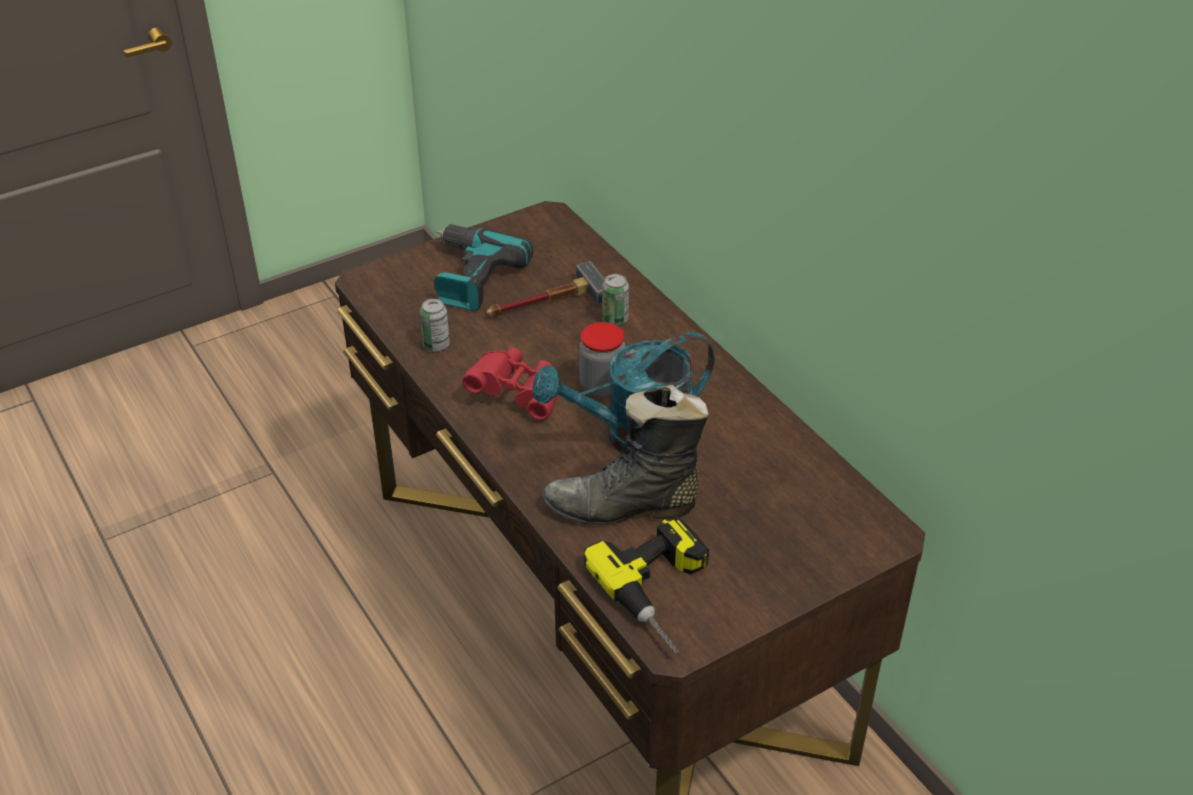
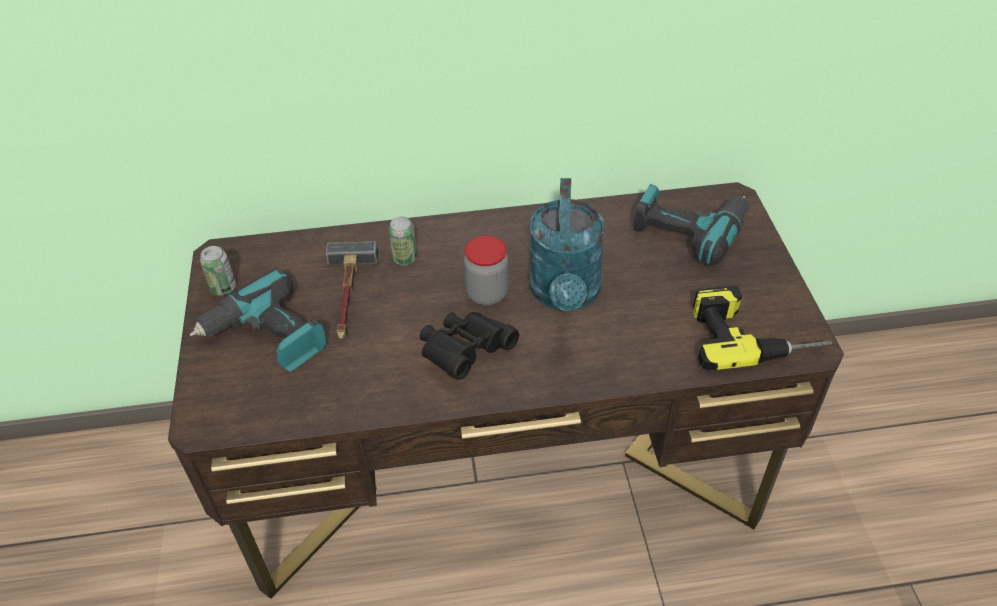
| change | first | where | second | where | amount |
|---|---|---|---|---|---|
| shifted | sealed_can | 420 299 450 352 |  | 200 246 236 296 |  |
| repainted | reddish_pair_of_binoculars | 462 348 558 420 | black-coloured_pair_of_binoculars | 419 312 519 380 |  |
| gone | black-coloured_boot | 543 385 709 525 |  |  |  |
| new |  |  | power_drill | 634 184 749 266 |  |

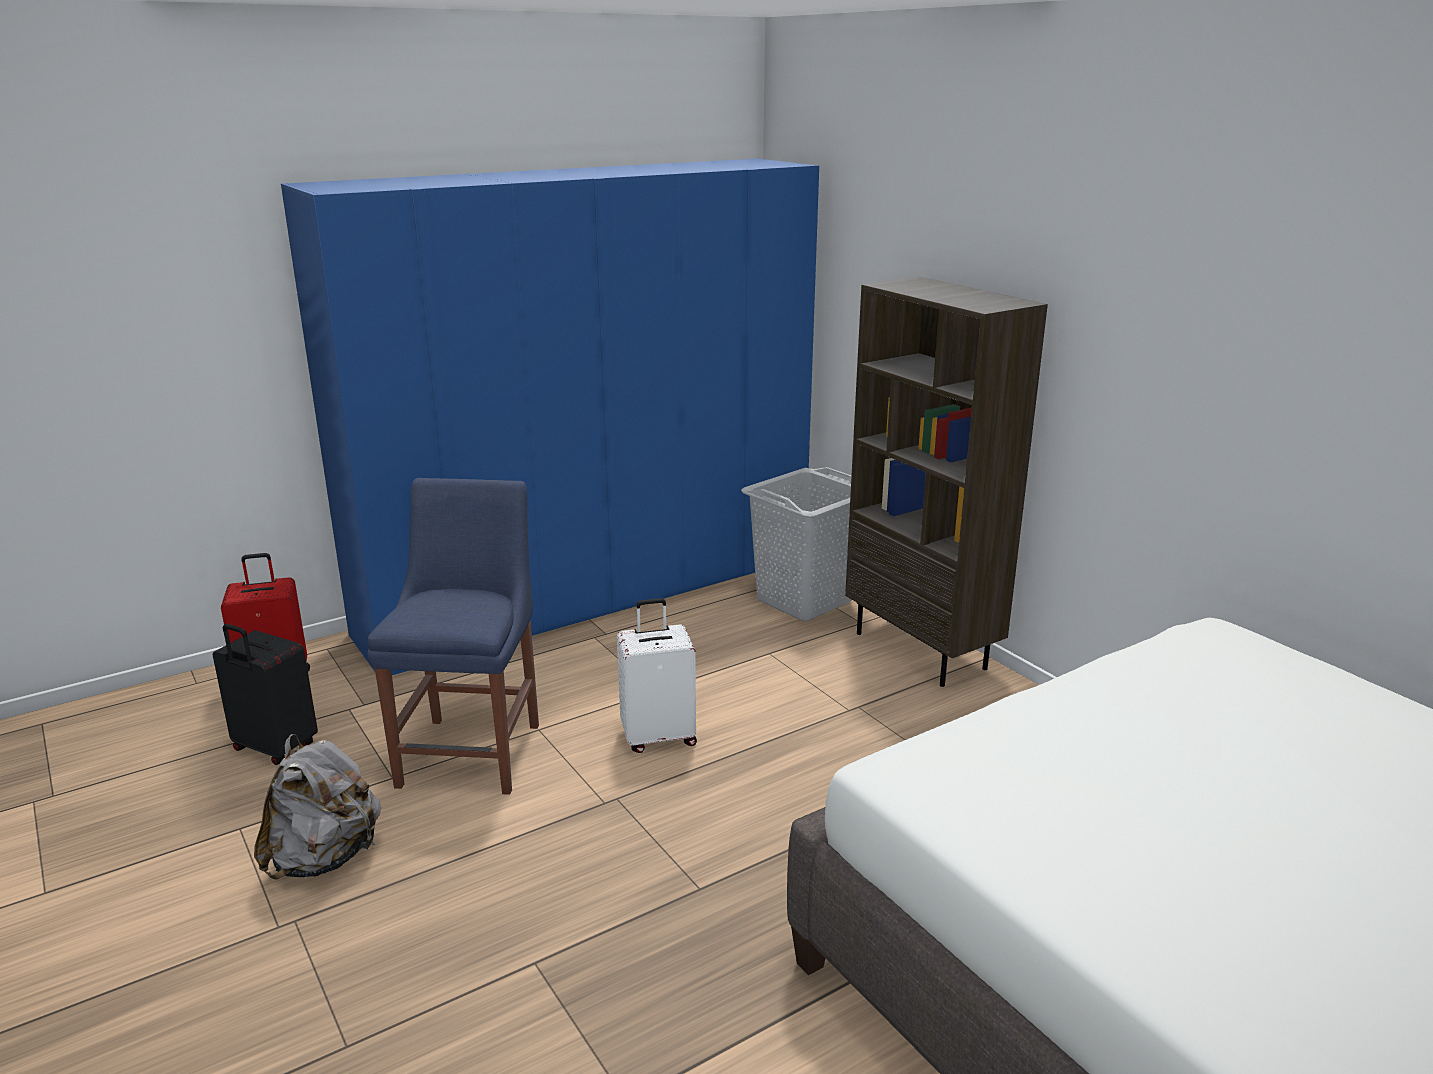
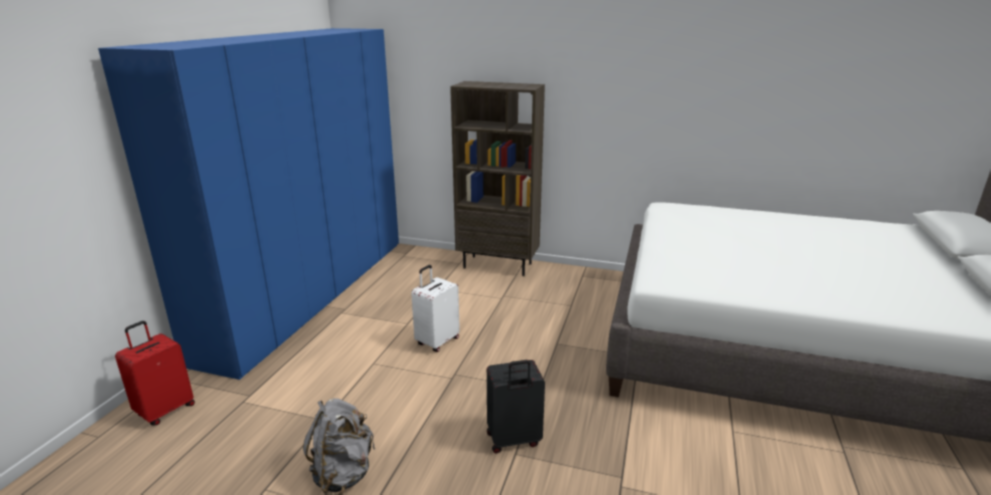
| change | first | where | second | where | amount |
|---|---|---|---|---|---|
| shifted | black-coloured_travel_case | 213 624 318 765 |  | 487 360 545 453 |  |
| gone | bluish_chair | 367 478 539 795 |  |  |  |
| gone | gray_laundry_basket | 741 467 852 621 |  |  |  |

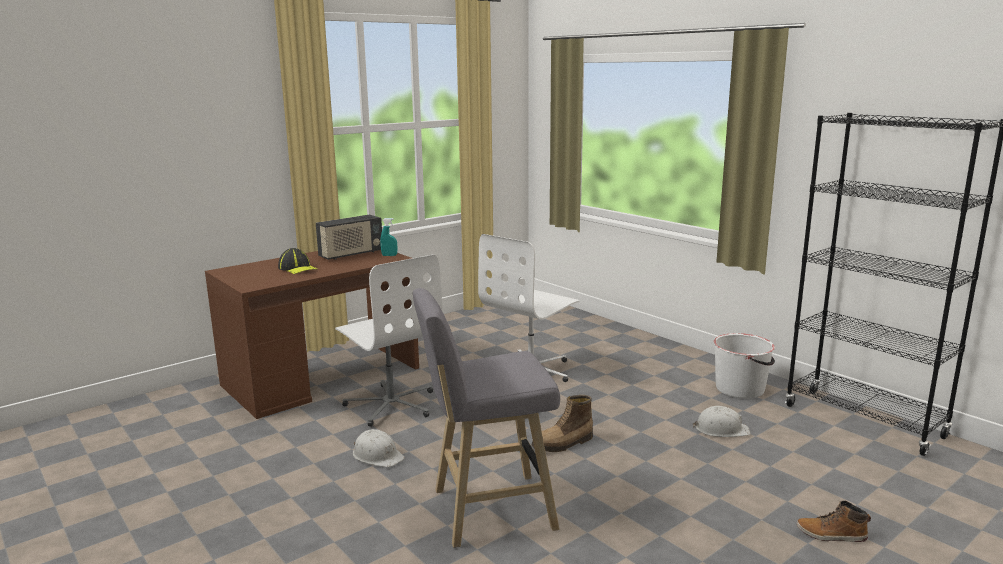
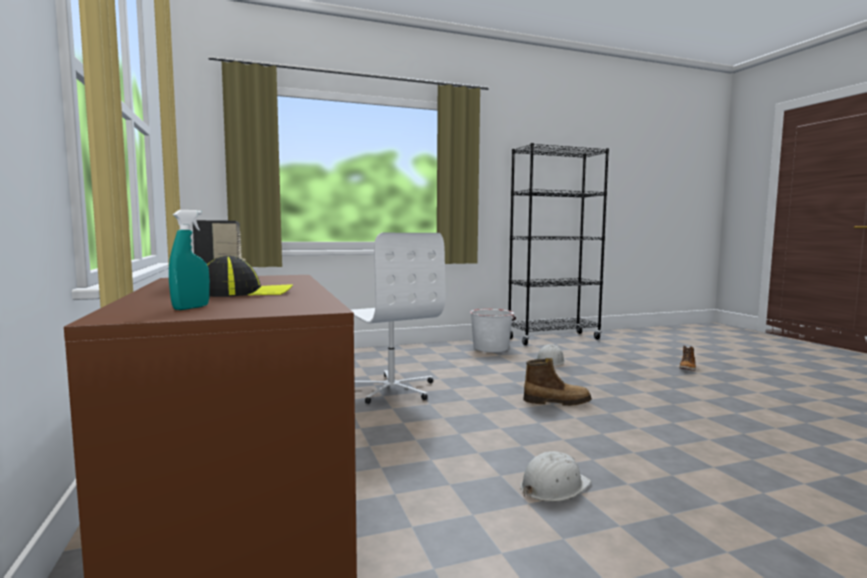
| change | first | where | second | where | amount |
|---|---|---|---|---|---|
| gone | whitish_desk_chair | 335 254 443 427 |  |  |  |
| shifted | turquoise_hand_sprayer | 380 218 397 256 |  | 169 210 210 310 |  |
| gone | gray_stool_seat | 413 288 560 548 |  |  |  |
| rotated | boot | 532 395 593 452 |  | 523 358 592 406 | 75 degrees counterclockwise |

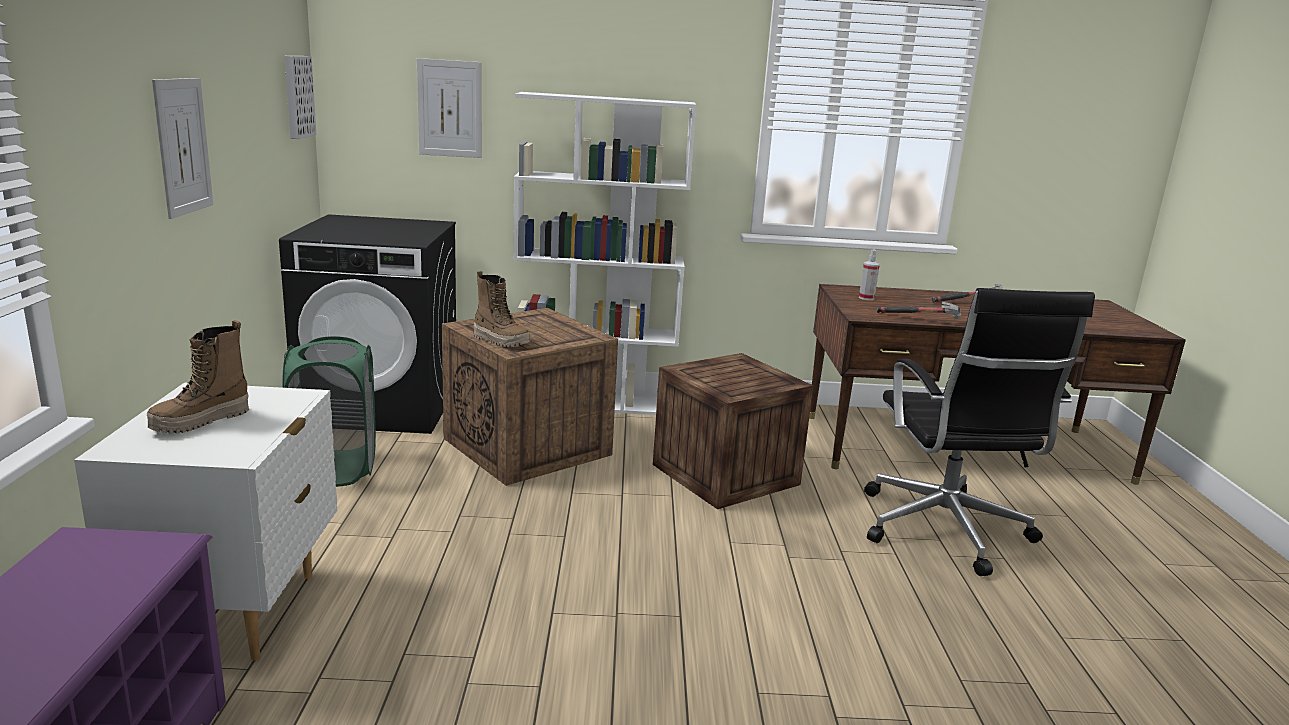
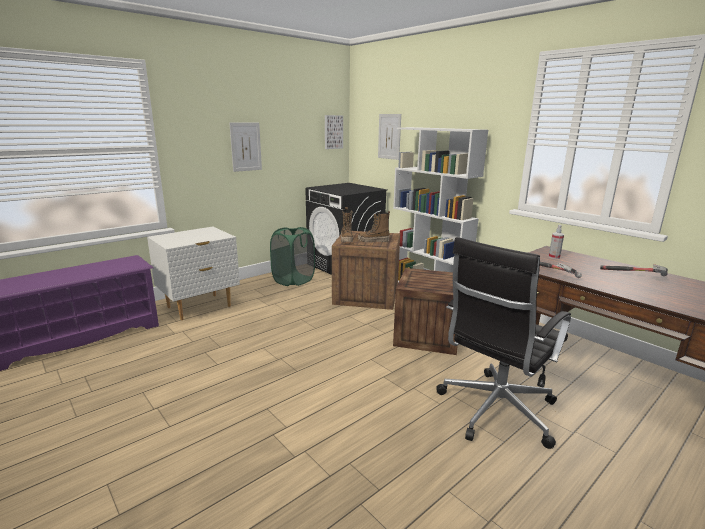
| change | first | where | second | where | amount |
|---|---|---|---|---|---|
| shifted | boot | 147 320 249 434 |  | 358 211 390 243 |  |

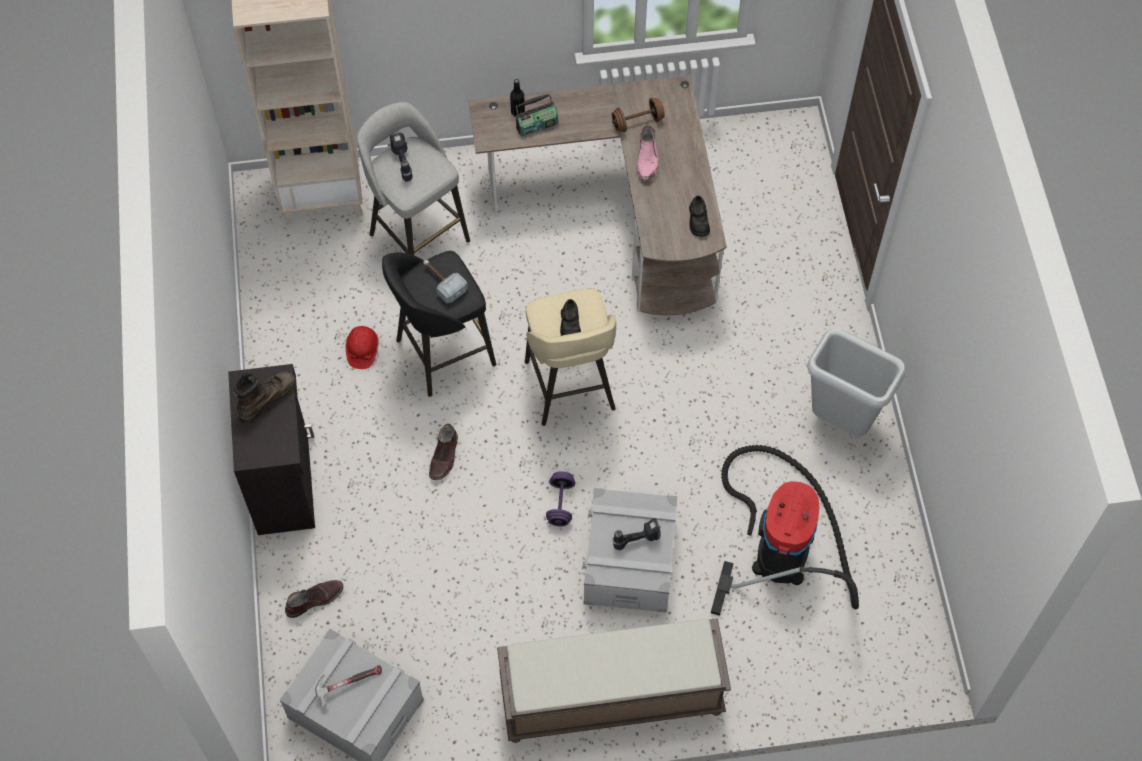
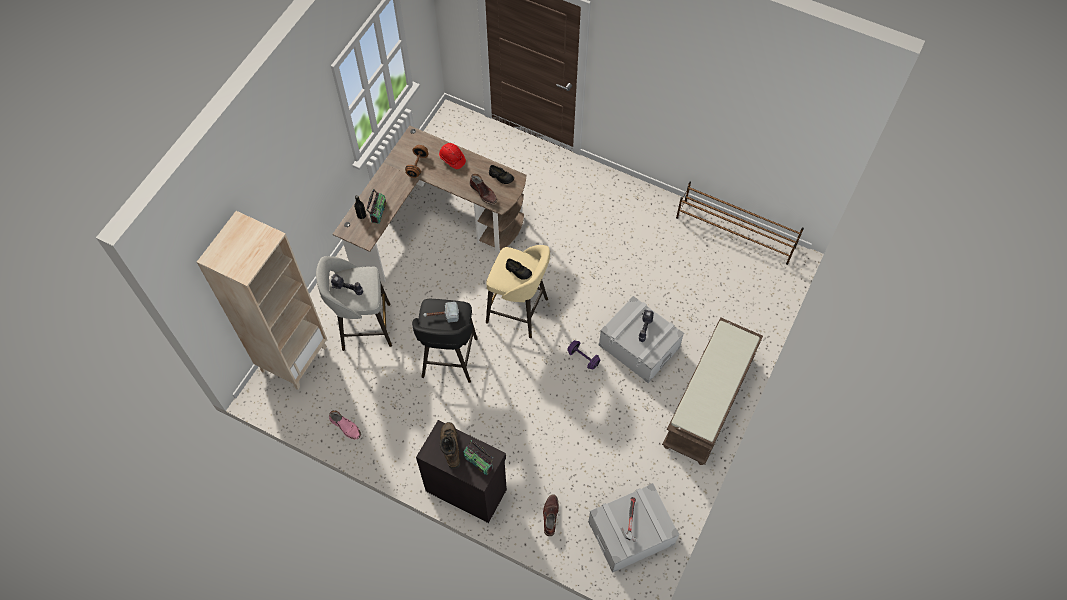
| change | first | where | second | where | amount |
|---|---|---|---|---|---|
| shifted | reddish_work_helmet | 346 326 379 369 |  | 439 143 466 169 |  |
| shifted | brownish_boot | 429 424 458 480 |  | 470 174 497 205 |  |
| shifted | pinkish_boot | 637 125 659 180 |  | 329 411 361 440 |  |
| gone | hoover | 711 445 859 616 |  |  |  |
| gone | gray_rubbish_bin | 807 329 906 436 |  |  |  |
| new |  |  | radio_set | 463 440 493 475 |  |
| new |  |  | brownish_shoe_rack | 676 181 804 265 |  |

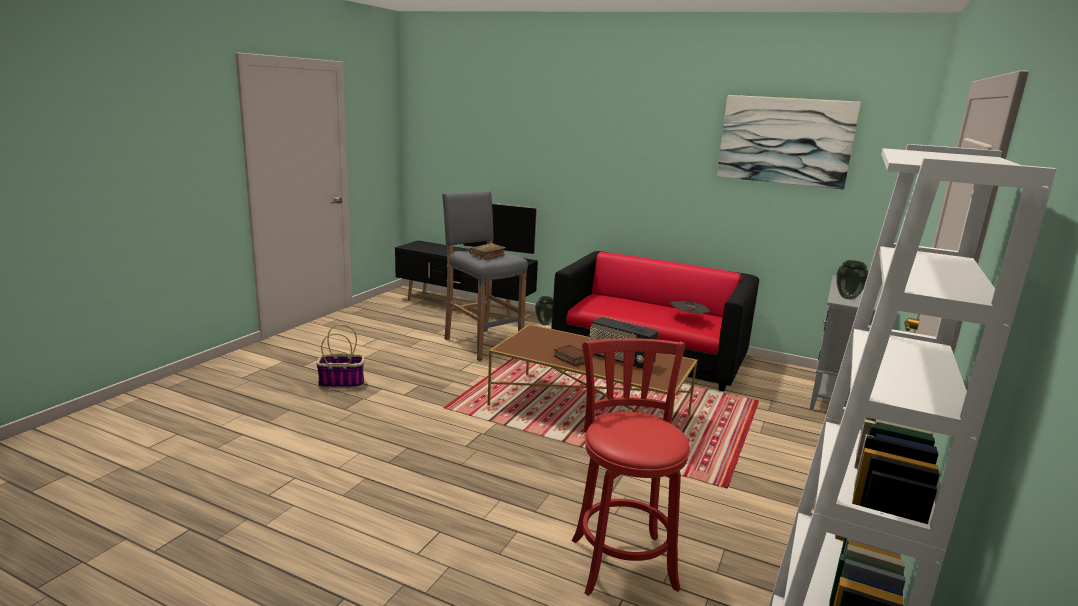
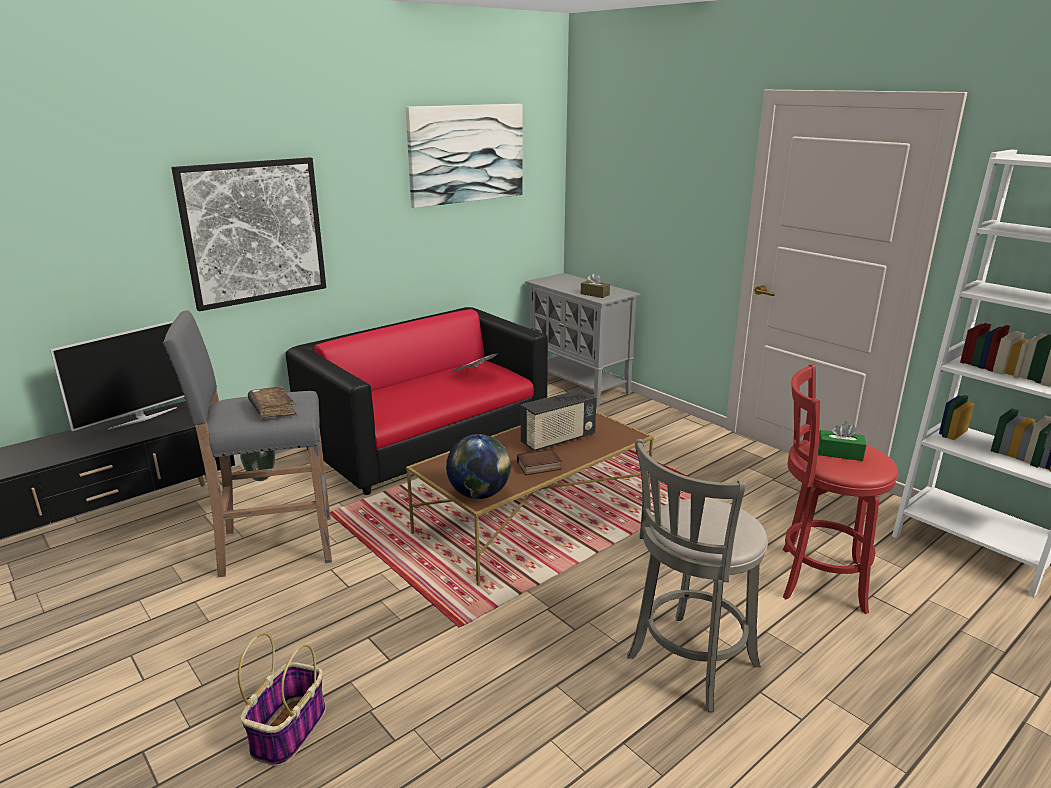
| change | first | where | second | where | amount |
|---|---|---|---|---|---|
| swapped | vase | 836 260 869 299 | brownish_tissue_box | 581 273 610 298 |  |
| new |  |  | wall_picture | 171 158 326 311 |  |
| new |  |  | desk_globe | 446 434 511 499 |  |
| new |  |  | gray_stool_seat | 627 438 768 712 |  |
| new |  |  | greenish_tissue_box | 818 422 866 461 |  |

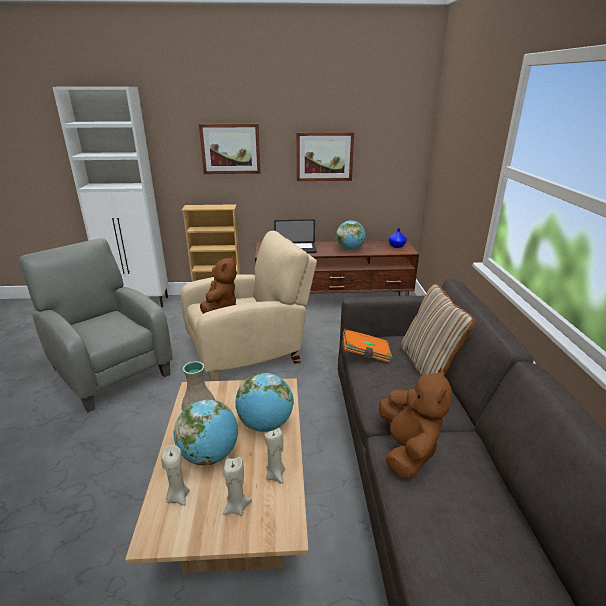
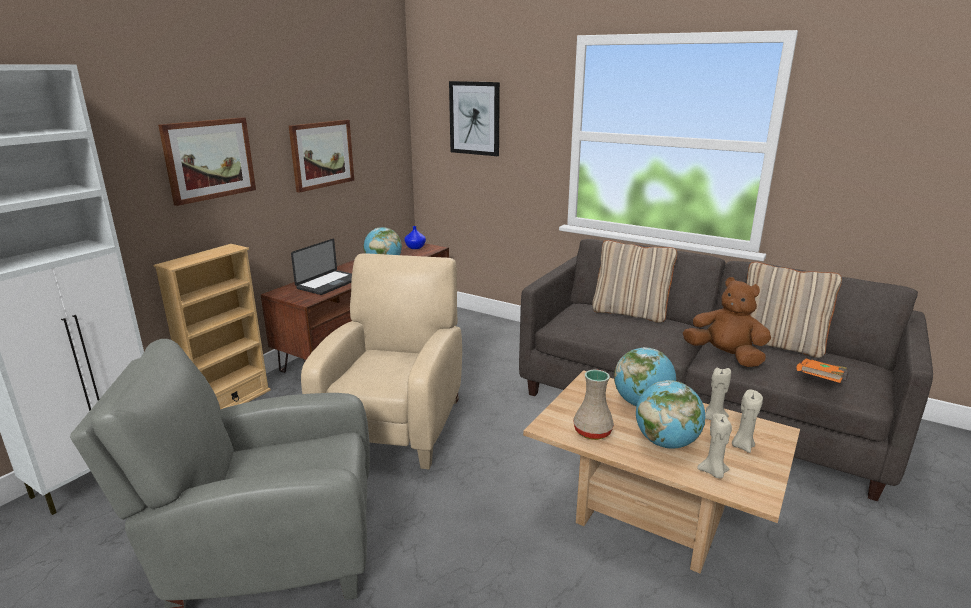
| change | first | where | second | where | amount |
|---|---|---|---|---|---|
| gone | brownish_cuddly_toy | 200 256 237 314 |  |  |  |
| shifted | orange_book | 343 329 392 363 |  | 796 359 849 383 |  |
| new |  |  | wall_picture | 449 81 500 156 |  |
| new |  |  | beige-coloured_pillow | 747 262 842 358 |  |

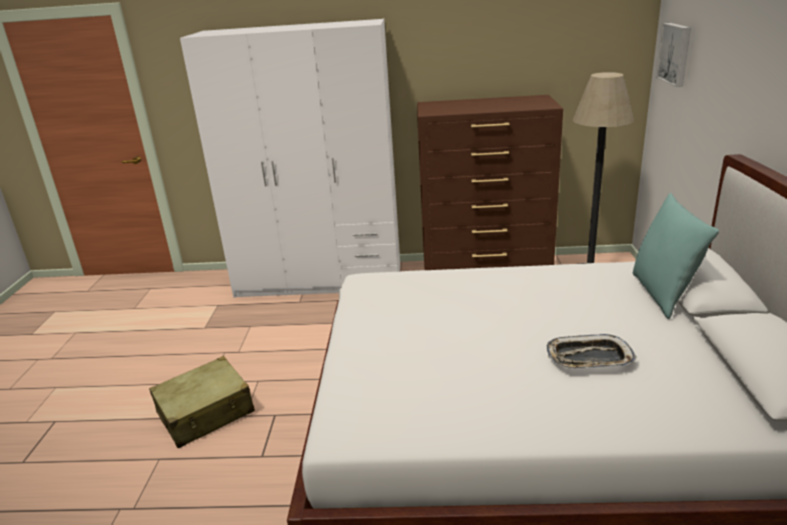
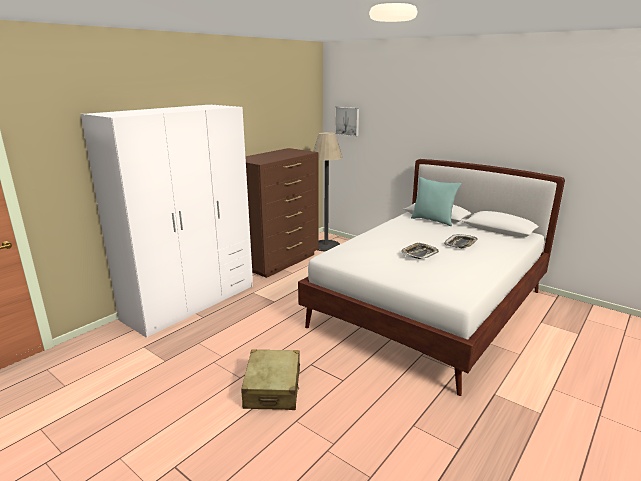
| change | first | where | second | where | amount |
|---|---|---|---|---|---|
| new |  |  | serving_tray | 401 243 439 259 |  |

